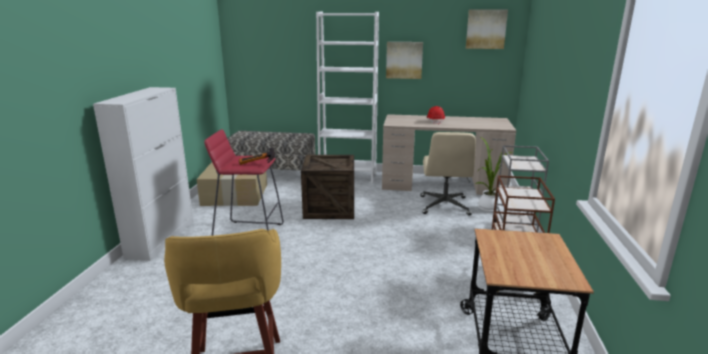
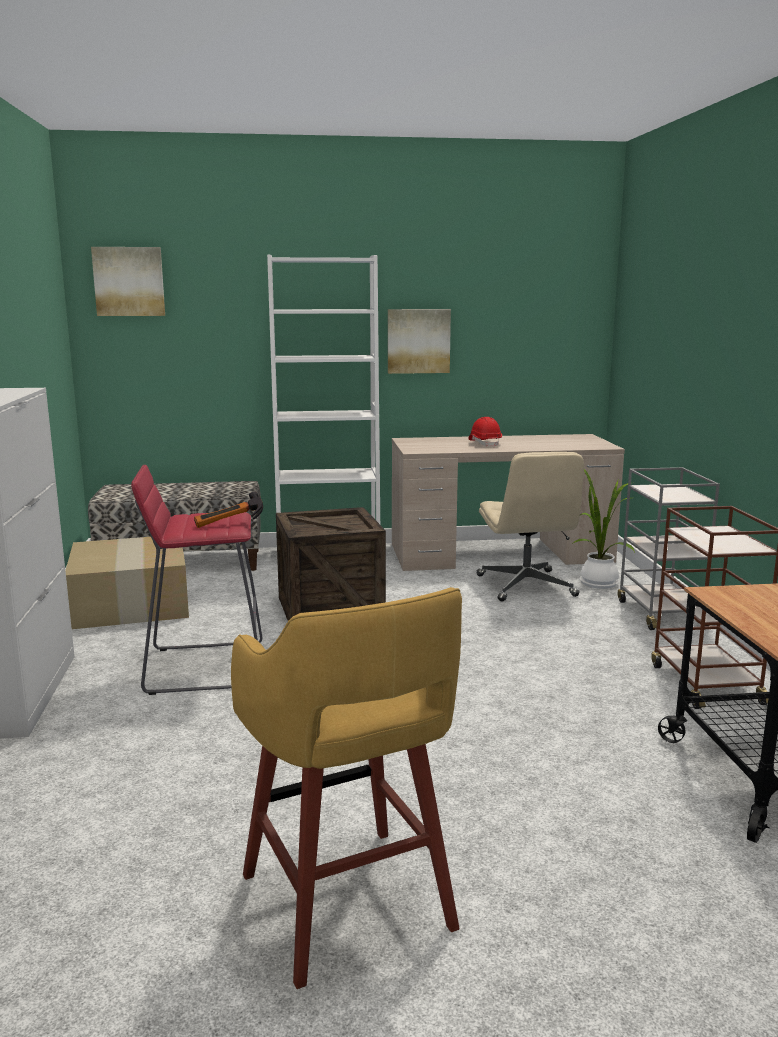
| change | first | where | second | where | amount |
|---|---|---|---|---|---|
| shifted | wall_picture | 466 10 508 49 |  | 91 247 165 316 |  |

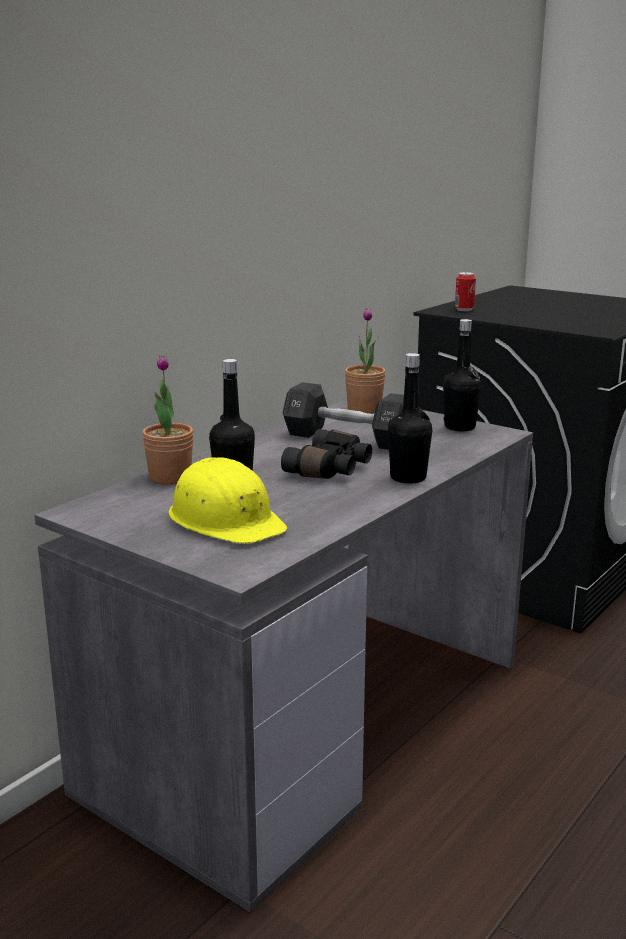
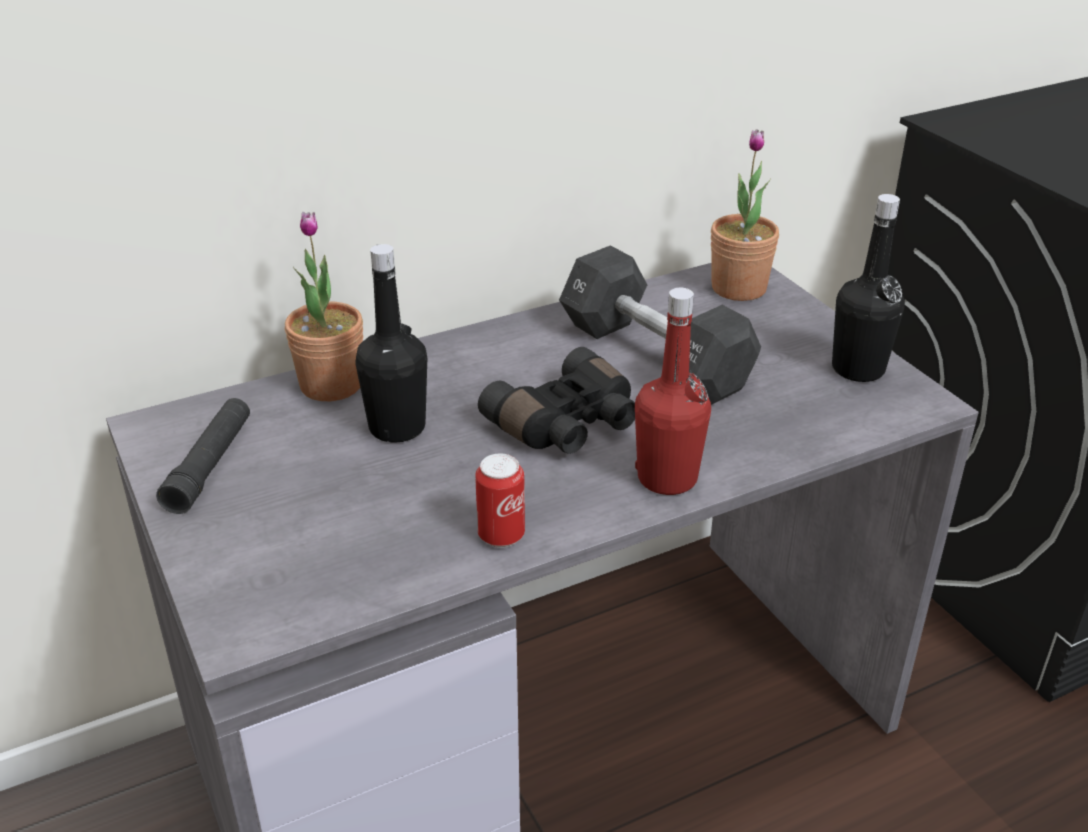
| change | first | where | second | where | amount |
|---|---|---|---|---|---|
| gone | yellow_work_helmet | 168 457 288 544 |  |  |  |
| repainted | black-coloured_bottle | 388 353 432 484 | reddish_bottle | 635 288 711 495 |  |
| shifted | sealed_can | 455 272 476 311 |  | 475 453 525 548 |  |
| new |  |  | black-coloured_torch | 156 398 250 514 |  |

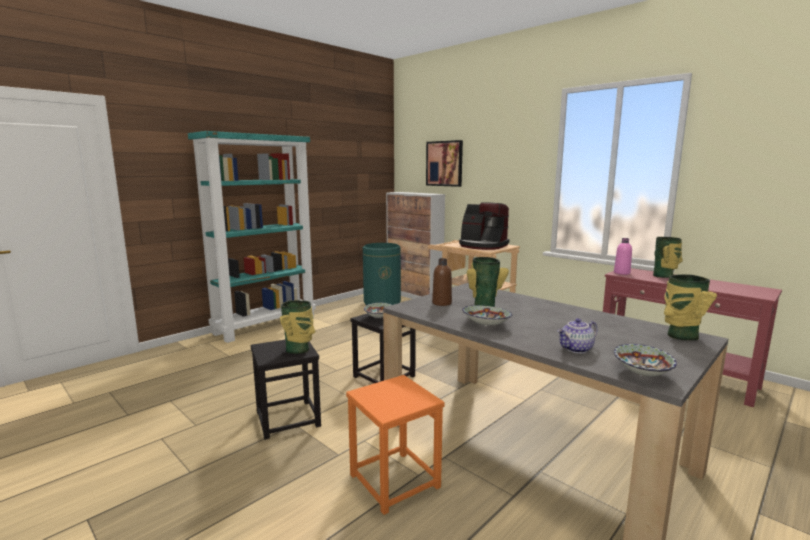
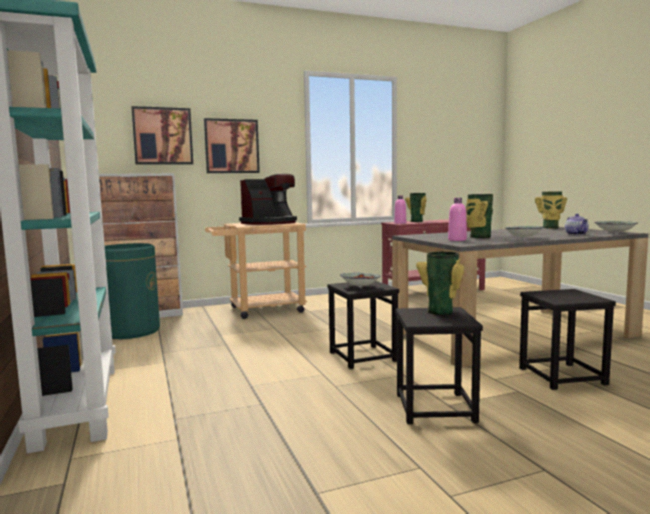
| change | first | where | second | where | amount |
|---|---|---|---|---|---|
| repainted | orange_stool_seat | 346 375 445 515 | black-coloured_stool_seat | 519 289 616 390 |  |
| repainted | brownish_bottle | 432 258 452 306 | pinkish_bottle | 448 198 467 241 |  |
| new |  |  | wall_picture | 204 118 260 173 |  |

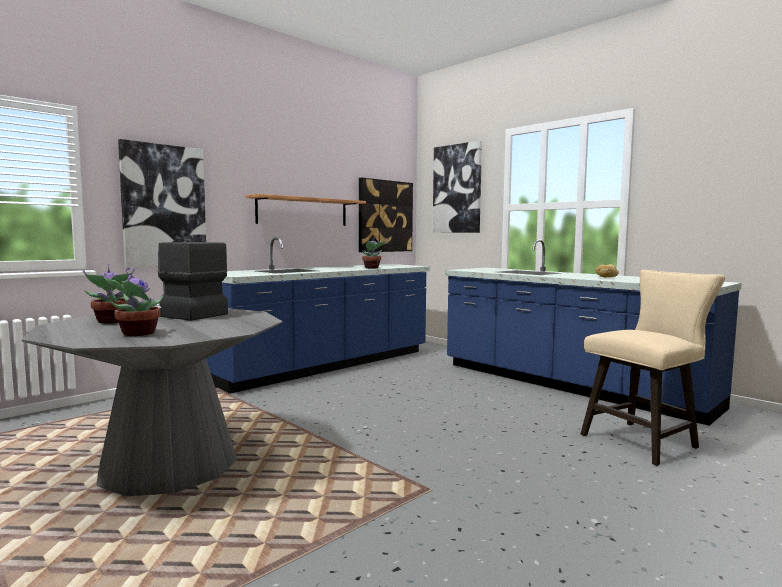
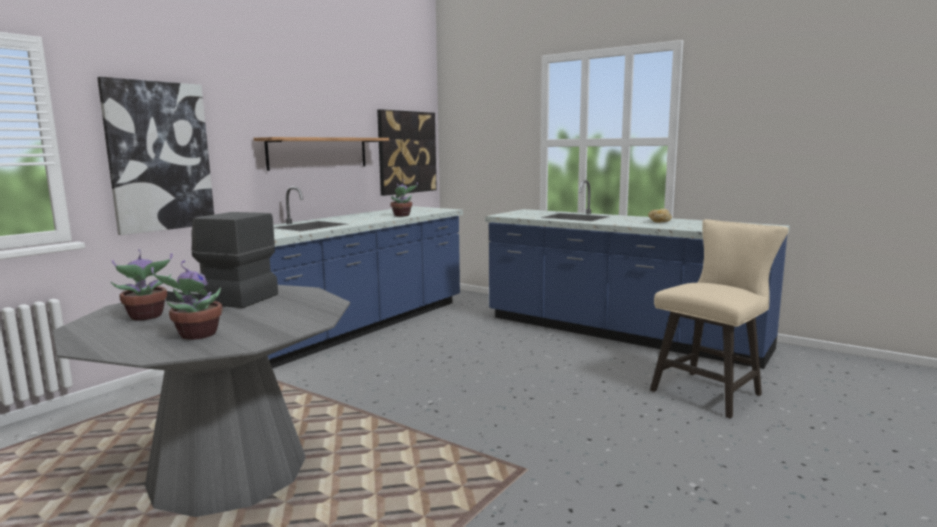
| change | first | where | second | where | amount |
|---|---|---|---|---|---|
| gone | wall_picture | 433 140 482 233 |  |  |  |

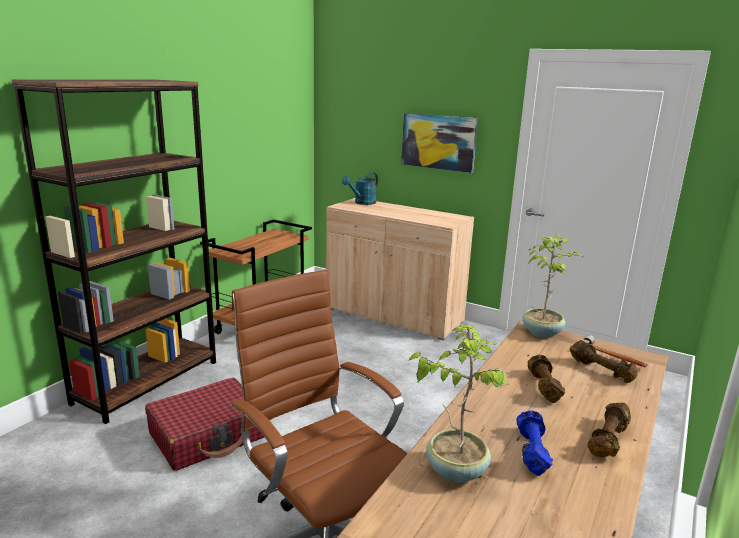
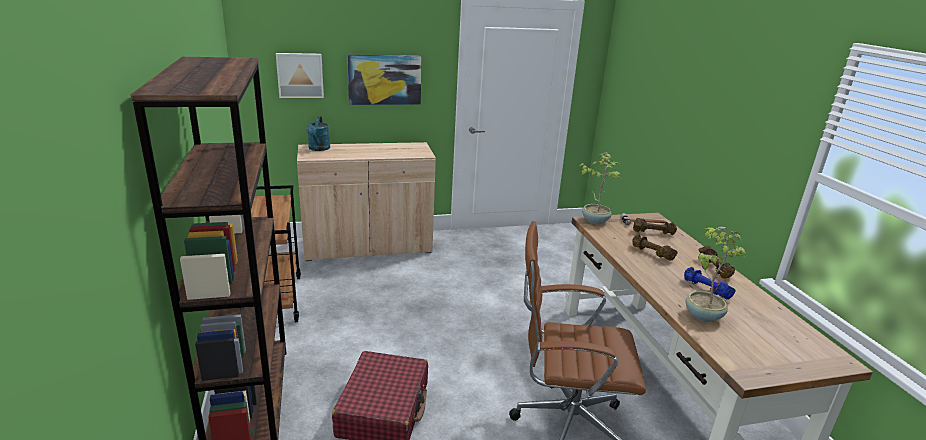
| change | first | where | second | where | amount |
|---|---|---|---|---|---|
| new |  |  | wall_picture | 276 53 324 98 |  |

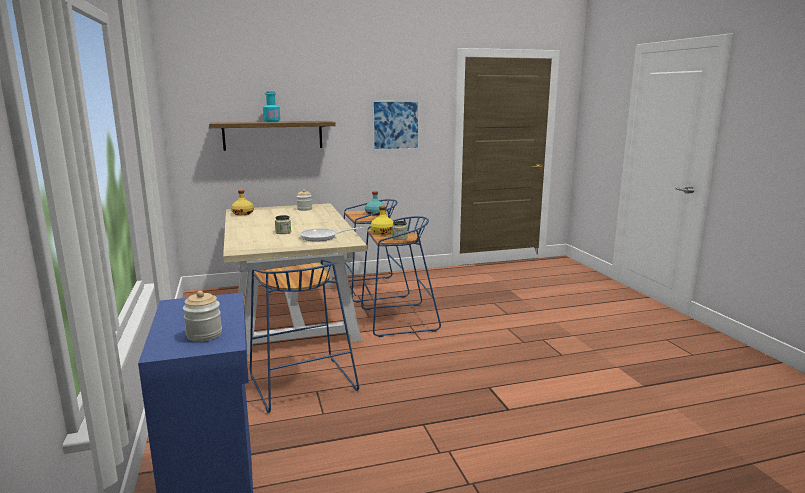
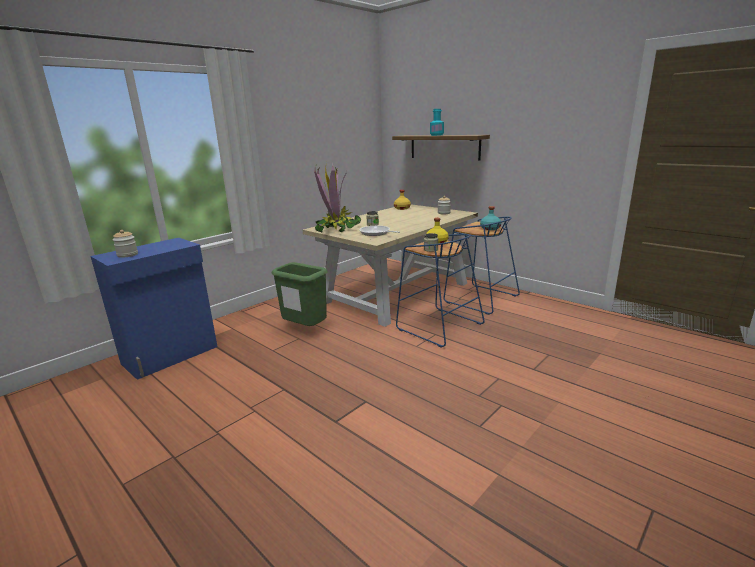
| change | first | where | second | where | amount |
|---|---|---|---|---|---|
| swapped | bluish_stool_seat | 250 259 359 413 | greenish_rubbish_bin | 271 262 328 326 |  |
| gone | wall_picture | 372 100 420 151 |  |  |  |
| new |  |  | potted_plant | 314 162 361 232 |  |

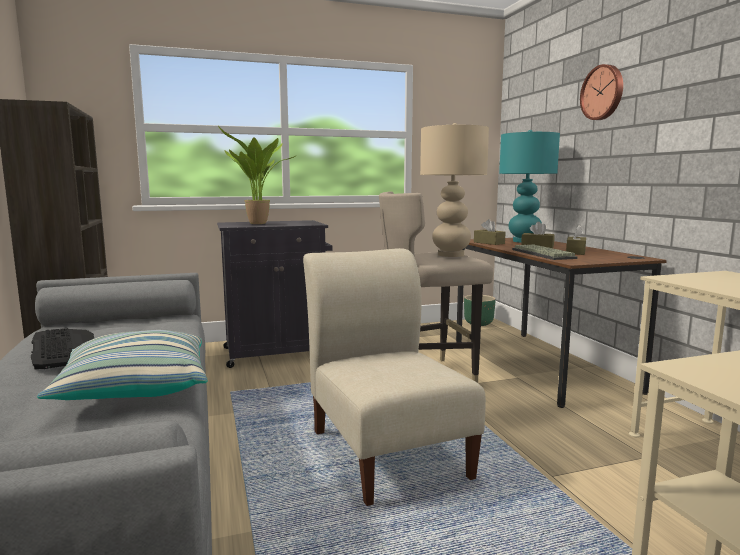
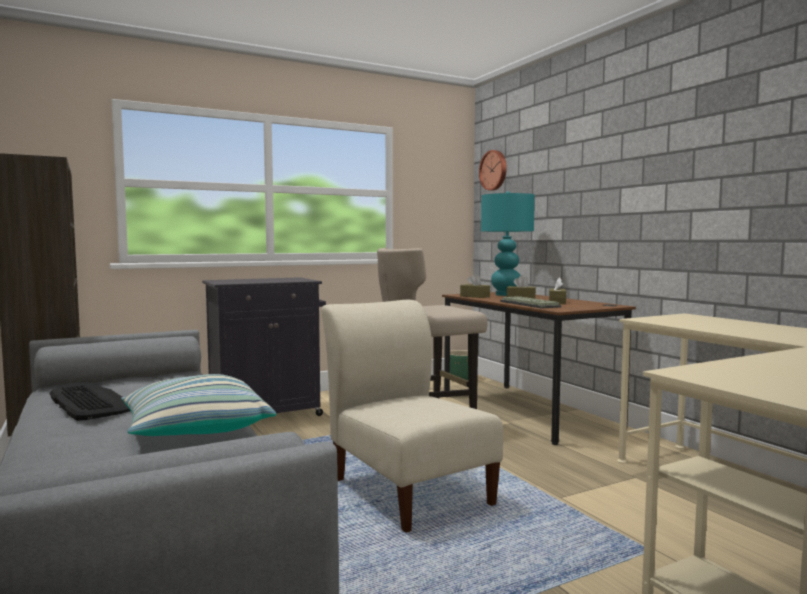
| change | first | where | second | where | amount |
|---|---|---|---|---|---|
| gone | potted_plant | 218 126 298 224 |  |  |  |
| gone | beige-coloured_tabletop_lamp | 420 123 489 257 |  |  |  |
| shifted | wall_clock | 580 64 623 120 |  | 479 150 507 191 |  |

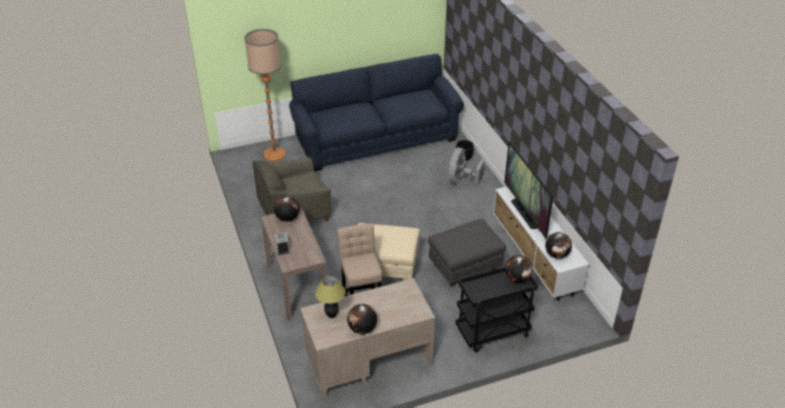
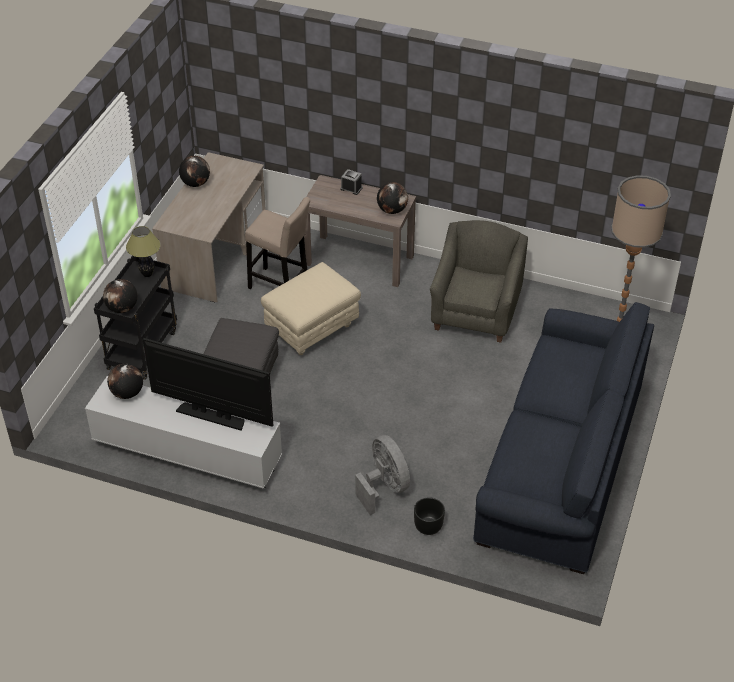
| change | first | where | second | where | amount |
|---|---|---|---|---|---|
| shifted | tabletop_lamp | 315 275 346 318 |  | 126 226 161 277 |  |

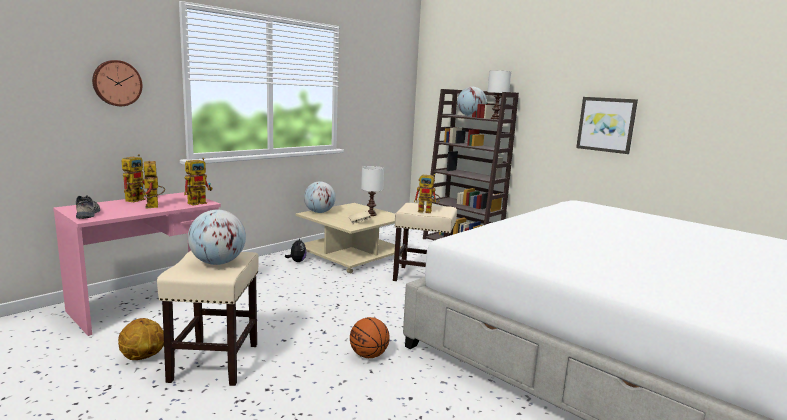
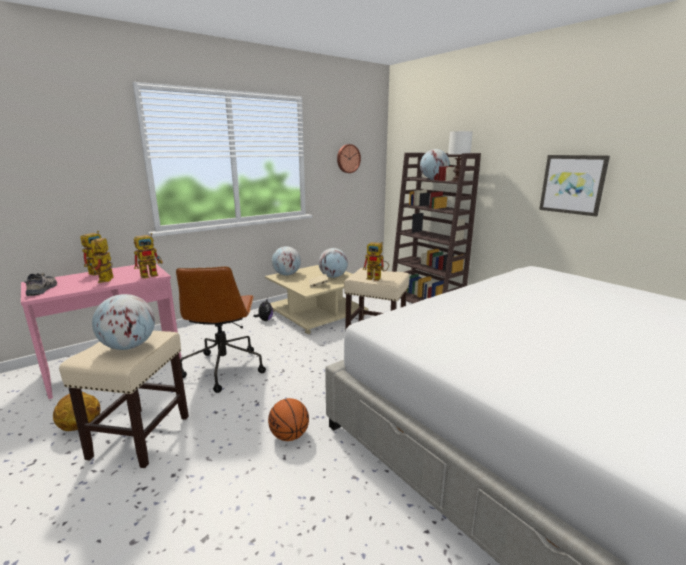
| change | first | where | second | where | amount |
|---|---|---|---|---|---|
| shifted | wall_clock | 92 60 142 106 |  | 337 144 361 173 |  |
| swapped | whitish_tabletop_lamp | 361 166 384 216 | desk_globe | 318 248 348 278 |  |
| new |  |  | brownish_desk_chair | 176 266 266 393 |  |

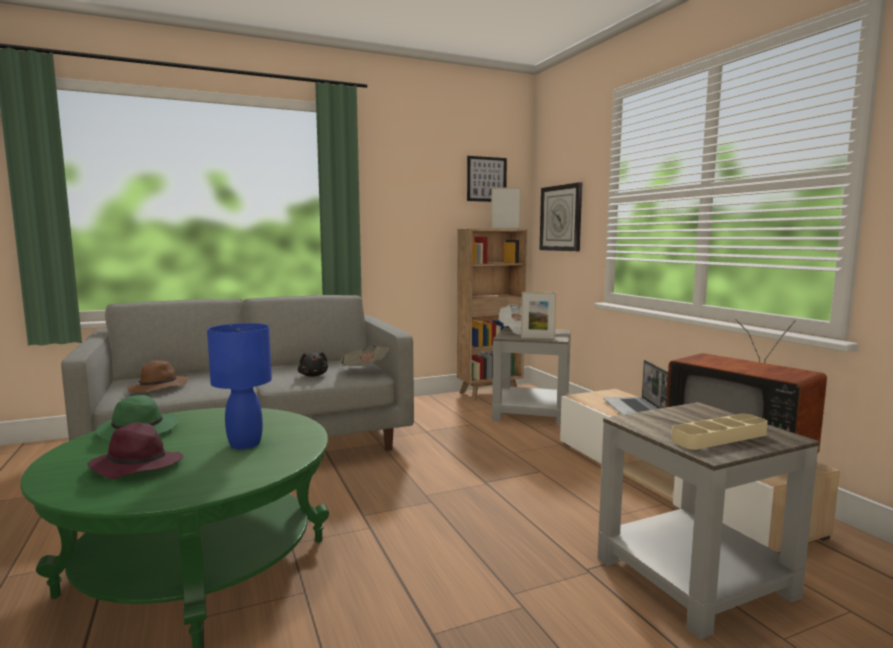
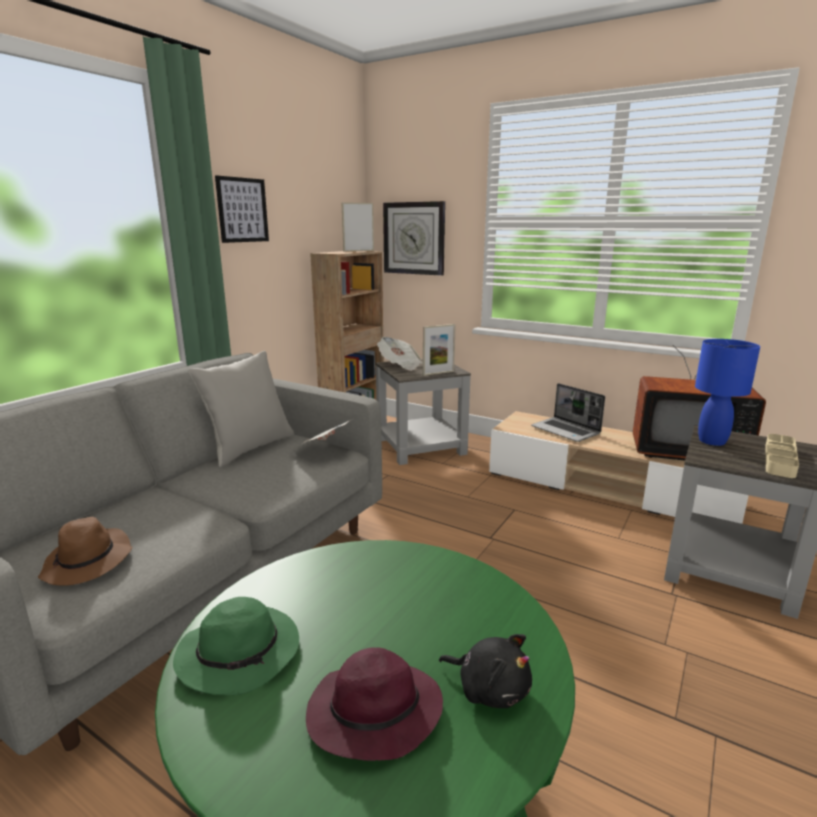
| change | first | where | second | where | amount |
|---|---|---|---|---|---|
| shifted | bluish_tabletop_lamp | 207 323 272 449 |  | 695 339 760 446 |  |
| shifted | black-coloured_cuddly_toy | 298 352 328 377 |  | 439 634 532 708 |  |
| shifted | wall_picture | 467 156 507 202 |  | 215 175 269 243 |  |
| new |  |  | gray_pillow | 188 351 294 468 |  |

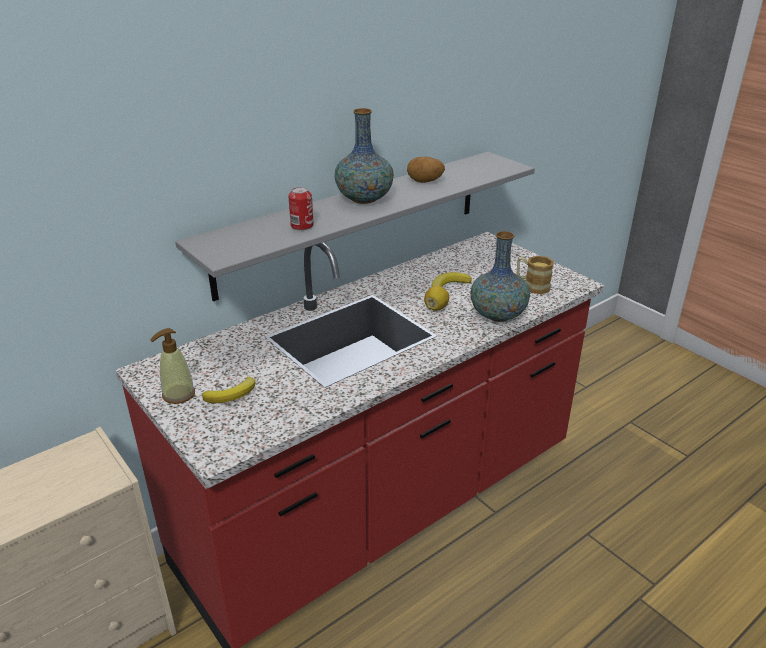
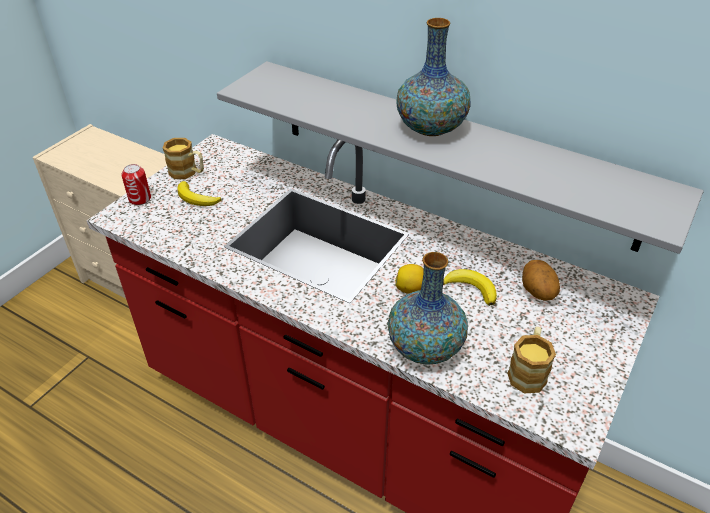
| change | first | where | second | where | amount |
|---|---|---|---|---|---|
| swapped | soap_bottle | 150 328 195 404 | coffee_mug | 163 138 204 179 |  |
| shifted | sealed_can | 288 187 314 231 |  | 121 164 151 205 |  |
| shifted | spud | 407 156 445 183 |  | 522 260 560 301 |  |

